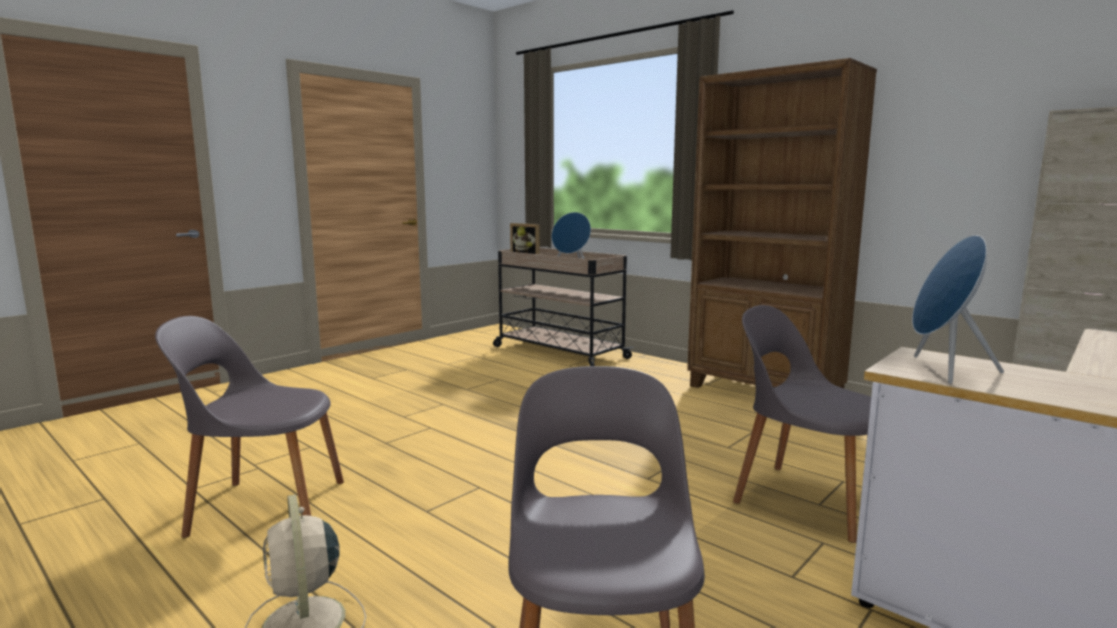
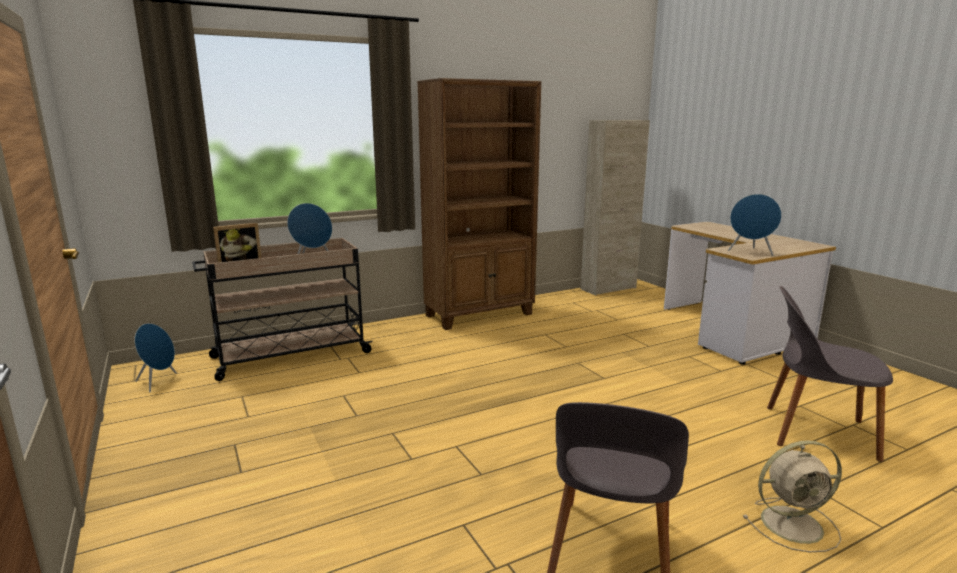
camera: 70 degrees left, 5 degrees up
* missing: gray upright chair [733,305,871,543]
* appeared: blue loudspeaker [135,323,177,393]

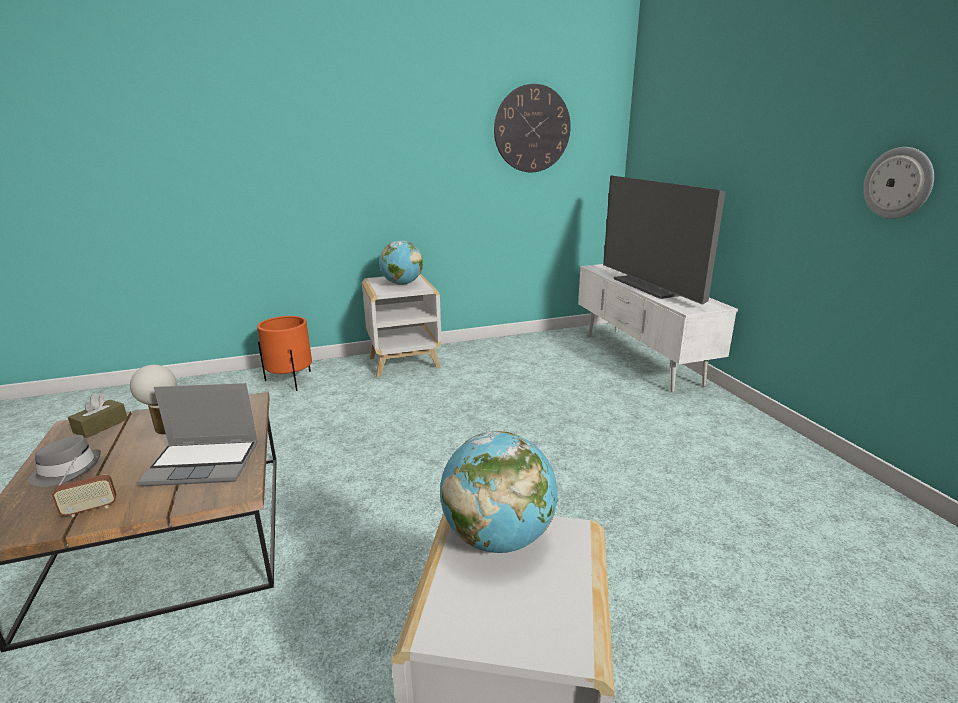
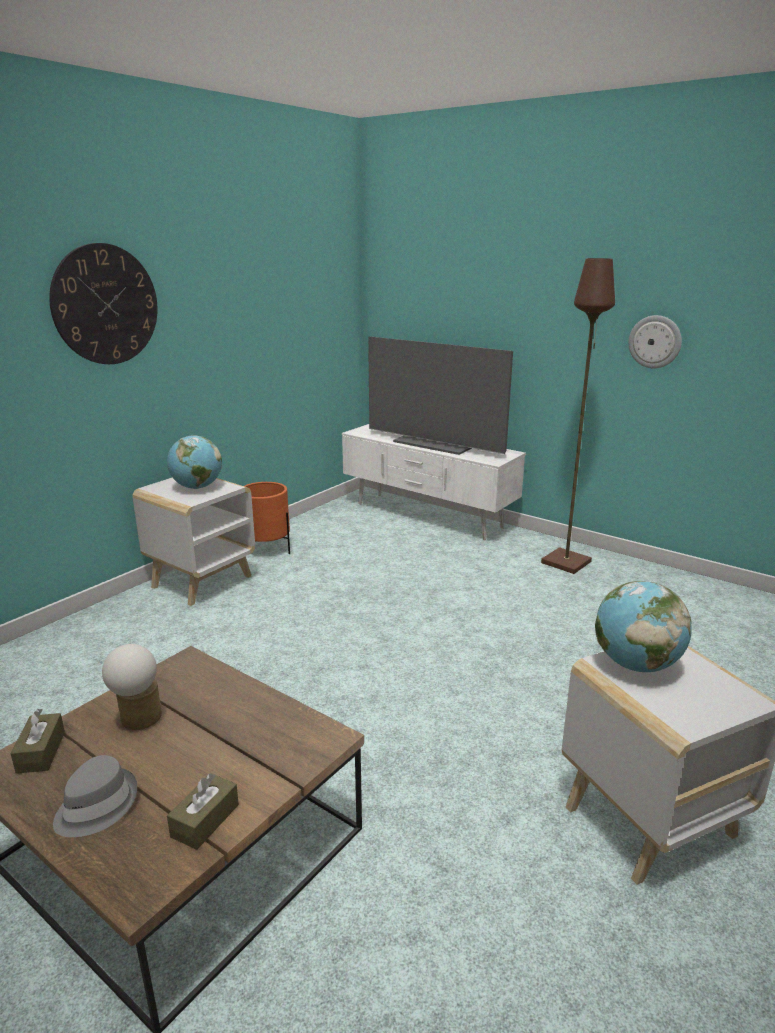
camera: 35 degrees left, 0 degrees up
* relocated: hanging clock [494,84,571,172] to [49,243,158,364]
* relocated: orange planter [257,316,312,391] to [245,482,290,554]
* missing: laptop [137,383,258,486]
* exchanged: radio set [52,457,116,518] to brown box of tissues [167,773,239,850]
* appeared: brown standard lamp [541,258,615,574]

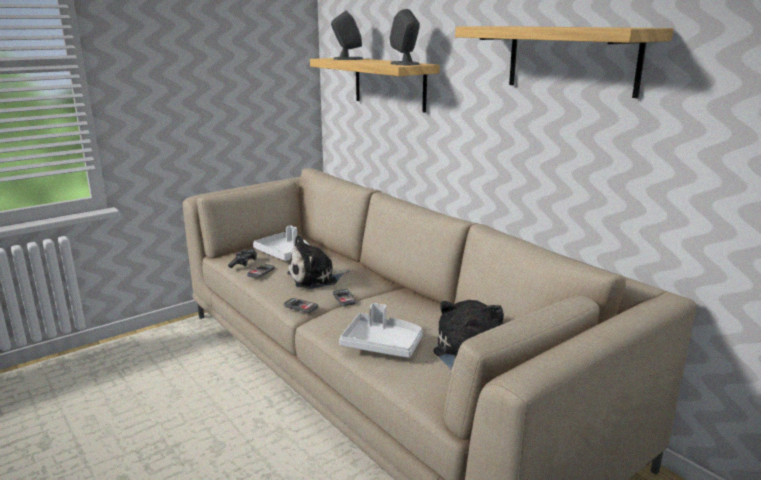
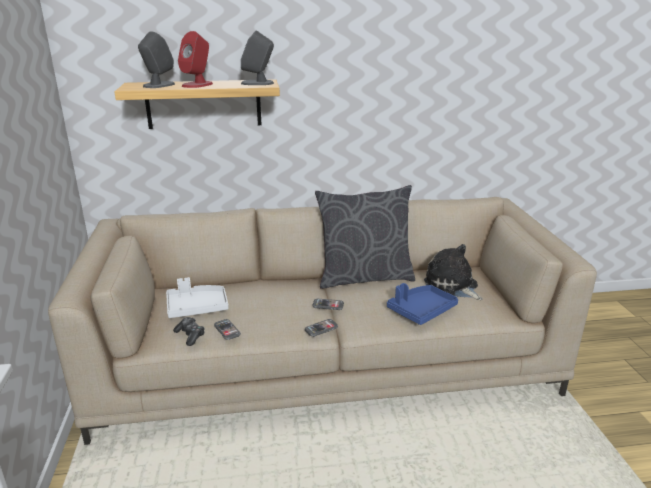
camera: 60 degrees left, 5 degrees up
* missing: shelf [455,26,673,98]
* missing: cuddly toy [287,235,349,289]
* colour: white carrying tray [339,303,423,358] to blue carrying tray [387,283,458,325]
* appeared: red-coloured loudspeaker [178,31,213,88]
* appeared: gray throw pillow [315,185,415,289]

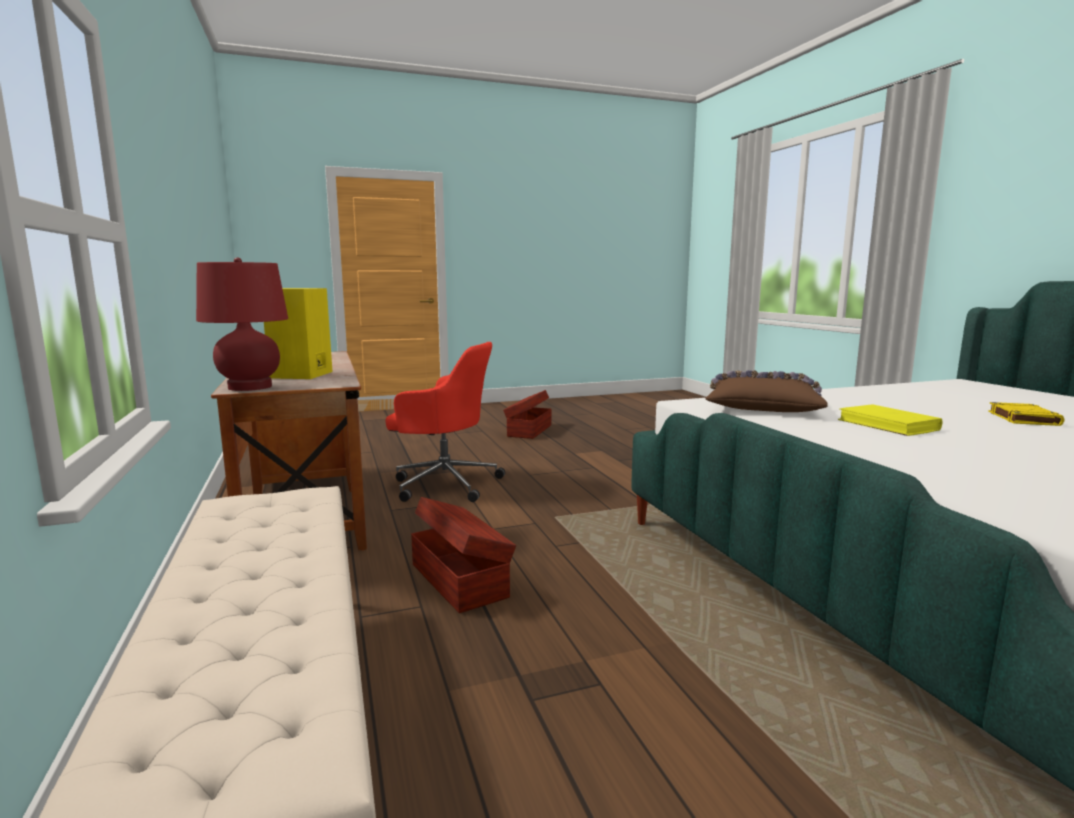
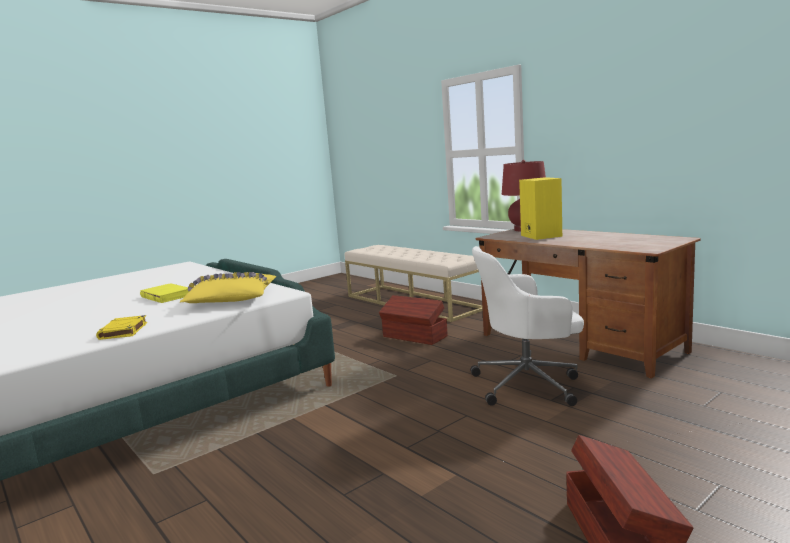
camera: 160 degrees right, 0 degrees up
* colour: red-coloured computer chair [385,342,505,502] to white computer chair [470,246,584,406]
* colour: brown throw pillow [705,370,828,412] to yellow throw pillow [180,272,276,303]
* relocated: yellow volume [988,402,1064,426] to [96,315,147,340]

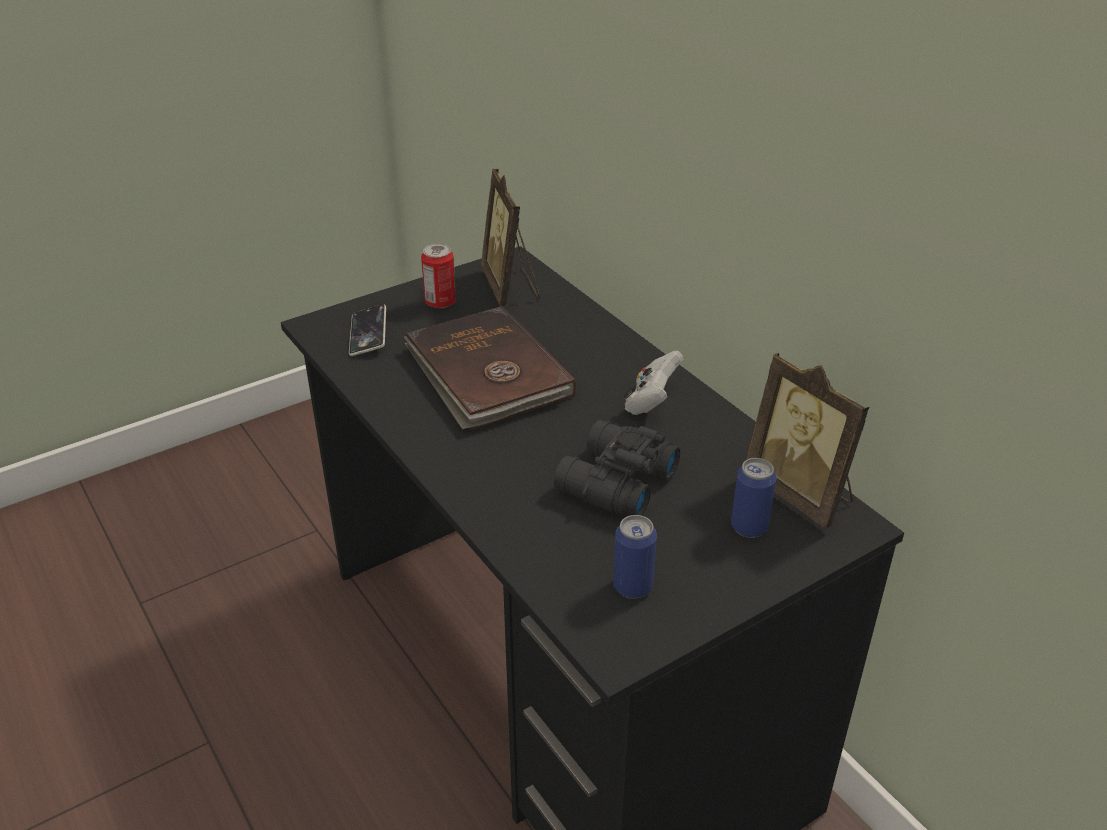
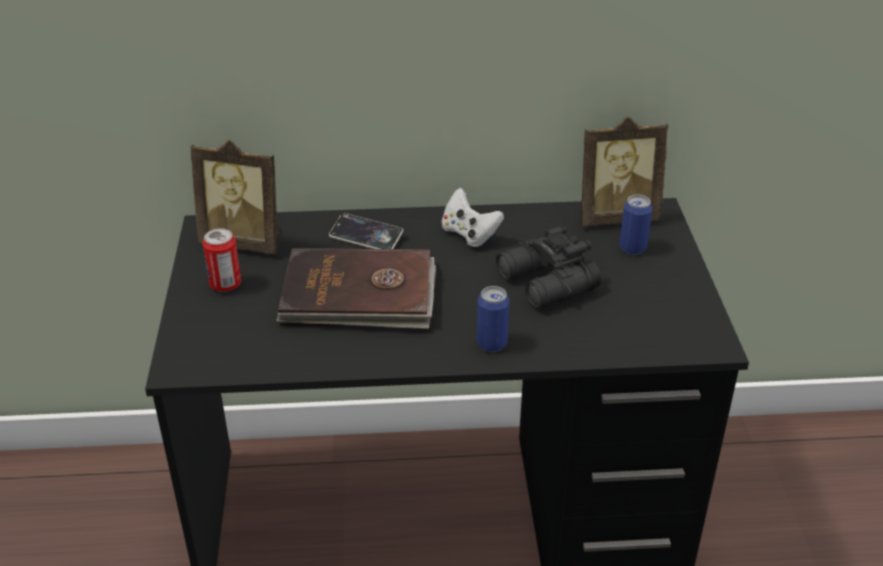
camera: 60 degrees left, 0 degrees up
* relocated: phone [349,305,386,356] to [329,213,403,249]
* relocated: sealed can [613,515,657,599] to [477,286,509,352]

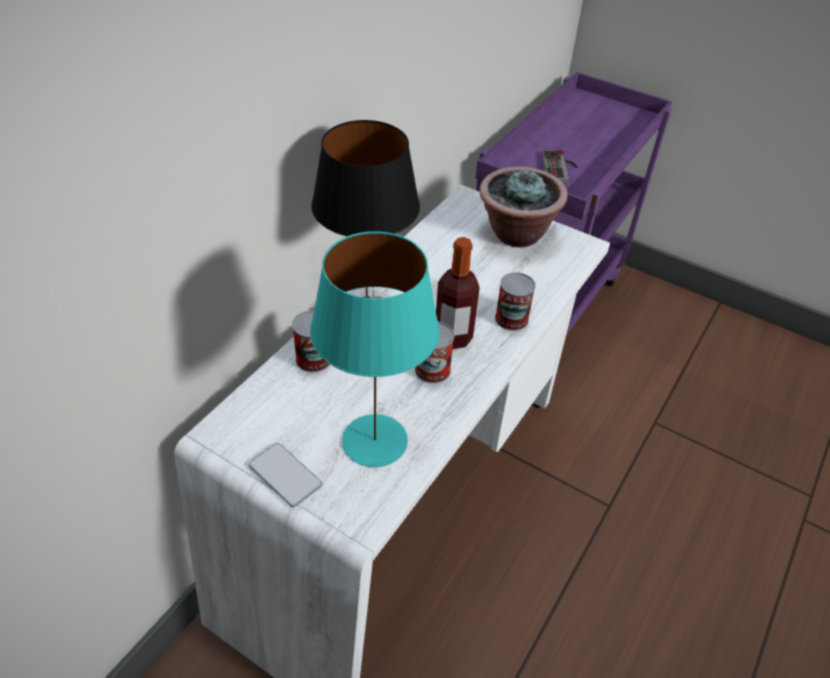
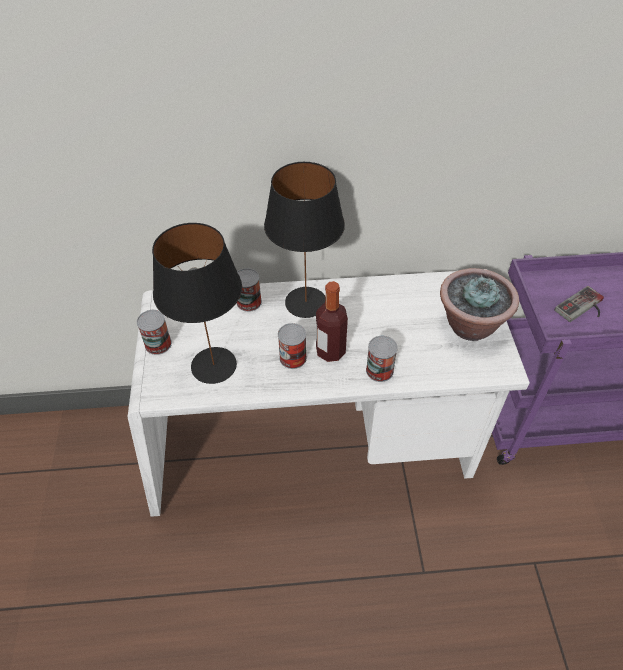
camera: 55 degrees right, 5 degrees up
* colour: blue-green tabletop lamp [310,231,440,467] to black tabletop lamp [152,223,242,384]
* exchanged: phone [249,443,322,507] to sealed can [137,310,172,355]

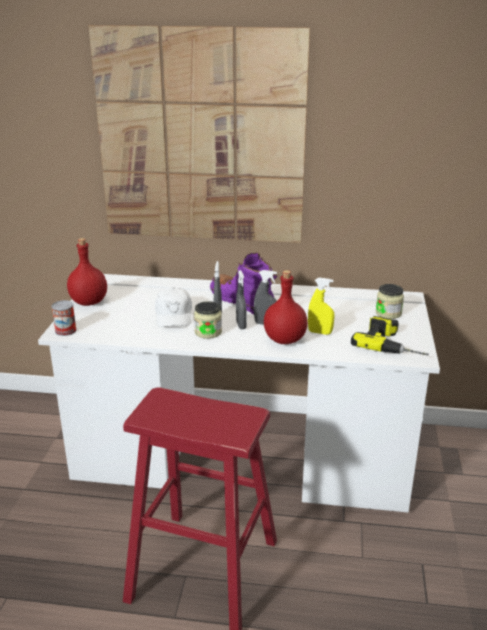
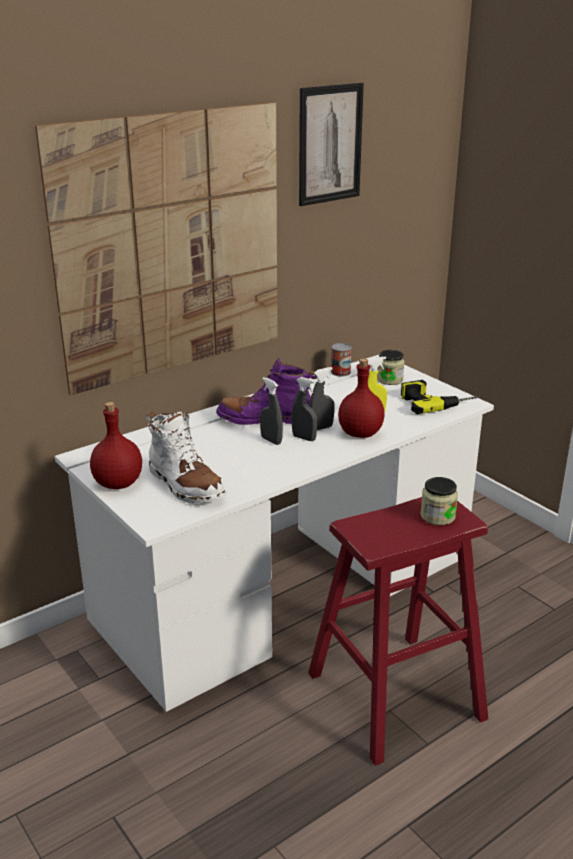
camera: 45 degrees left, 0 degrees up
* missing: white baseball cap [155,287,192,327]
* relocated: sealed can [51,300,77,336] to [331,343,352,377]
* relocated: jar [194,301,222,339] to [420,477,458,525]
* appeared: wall picture [299,83,364,206]
* appeared: white high-top boot [146,412,227,504]

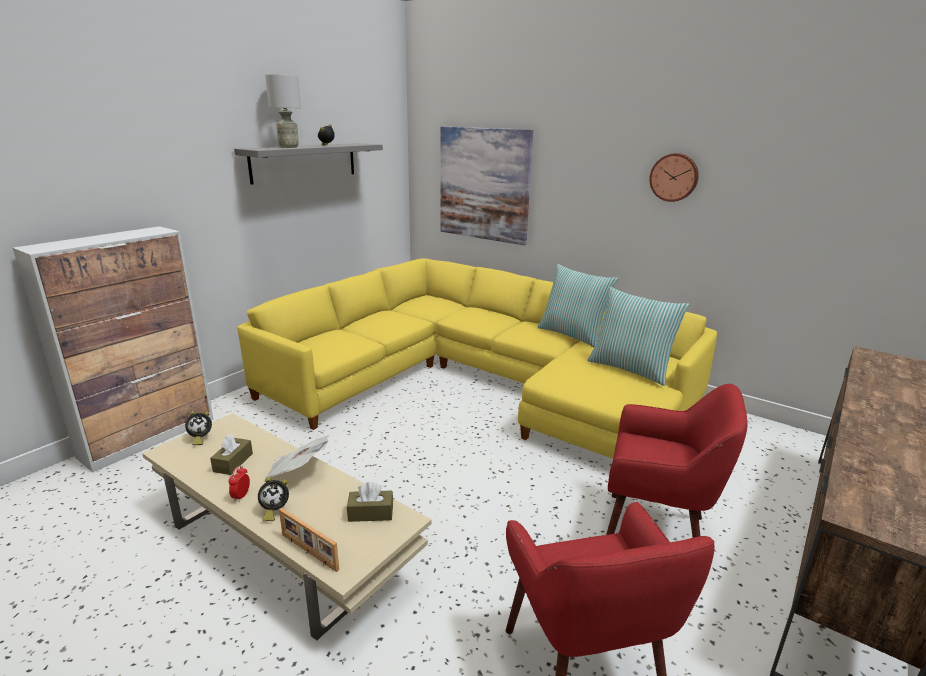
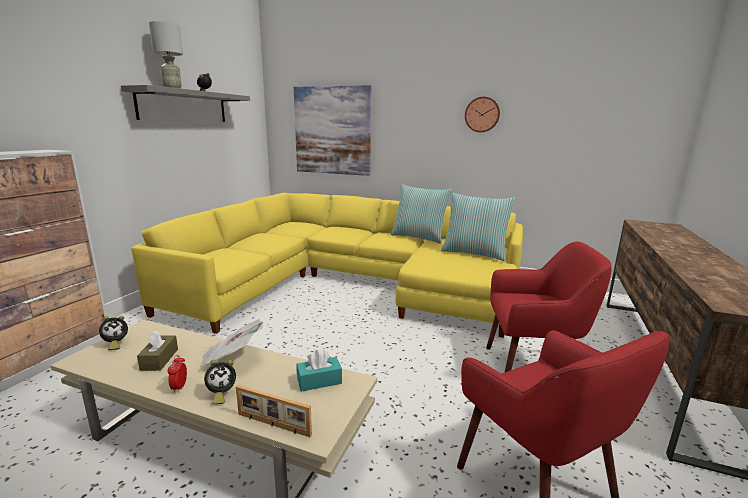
camera: 15 degrees left, 5 degrees down
* colour: brown box of tissues [347,482,393,522] to blue-green box of tissues [297,349,342,392]

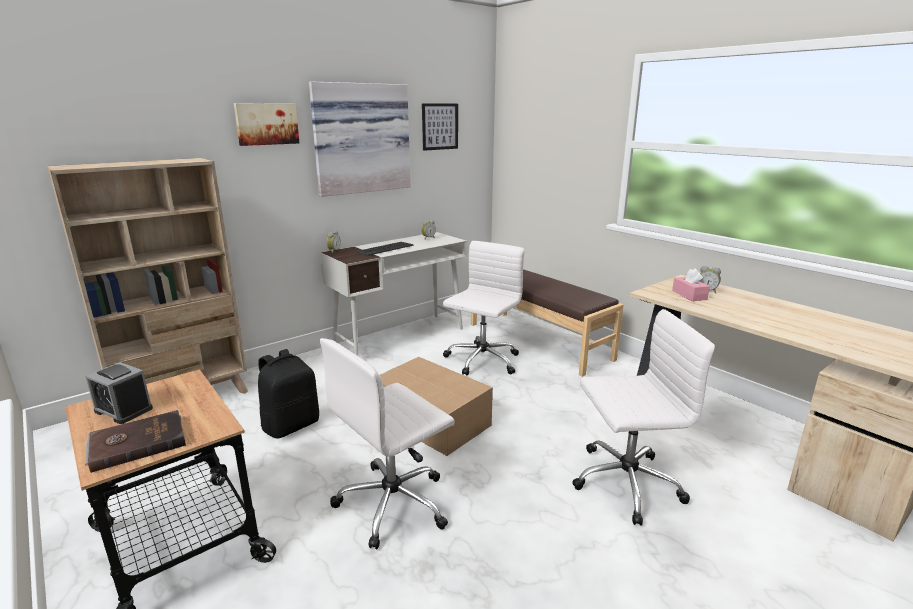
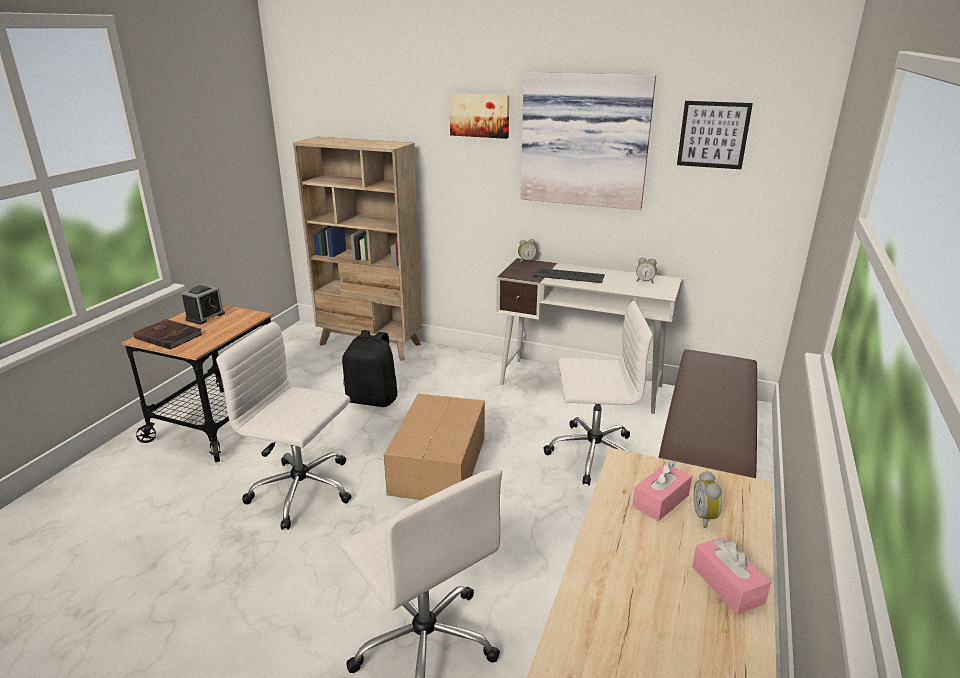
camera: 60 degrees right, 5 degrees up
* spun: alarm clock [85,362,153,424] = [182,285,225,325] 150 degrees counterclockwise
* appeared: pink-coloured box of tissues [692,537,771,615]

